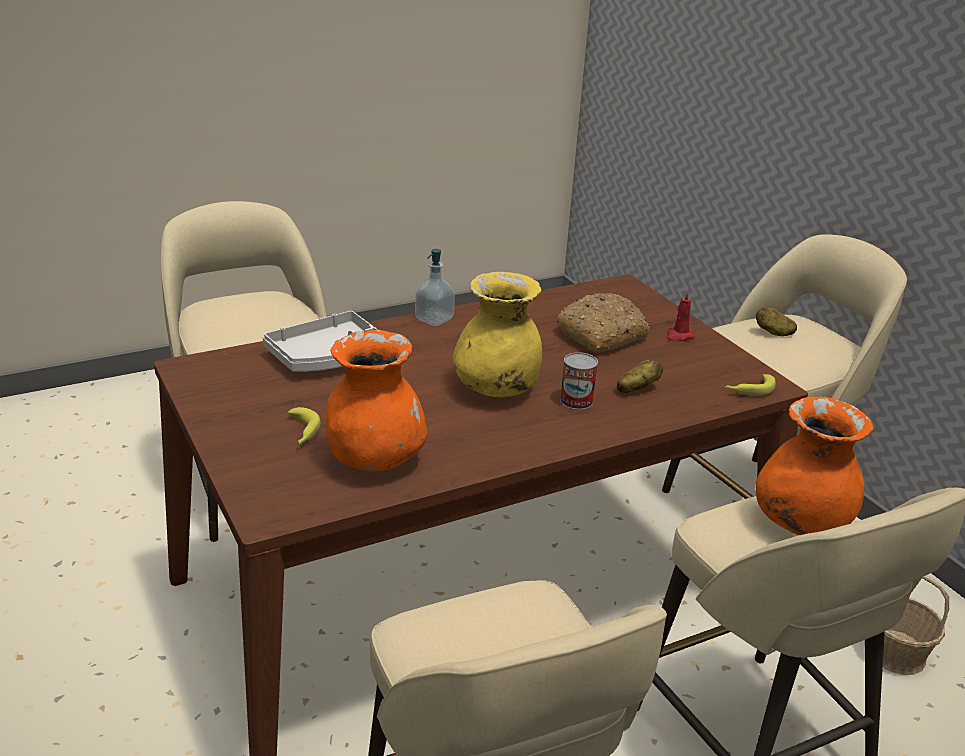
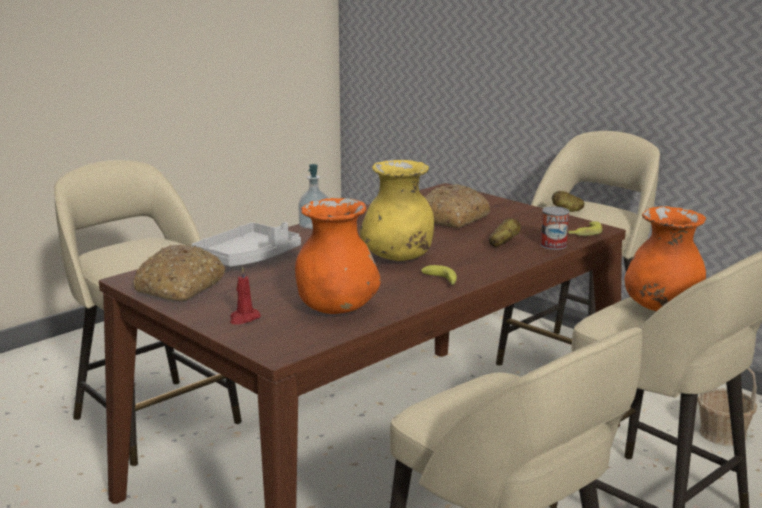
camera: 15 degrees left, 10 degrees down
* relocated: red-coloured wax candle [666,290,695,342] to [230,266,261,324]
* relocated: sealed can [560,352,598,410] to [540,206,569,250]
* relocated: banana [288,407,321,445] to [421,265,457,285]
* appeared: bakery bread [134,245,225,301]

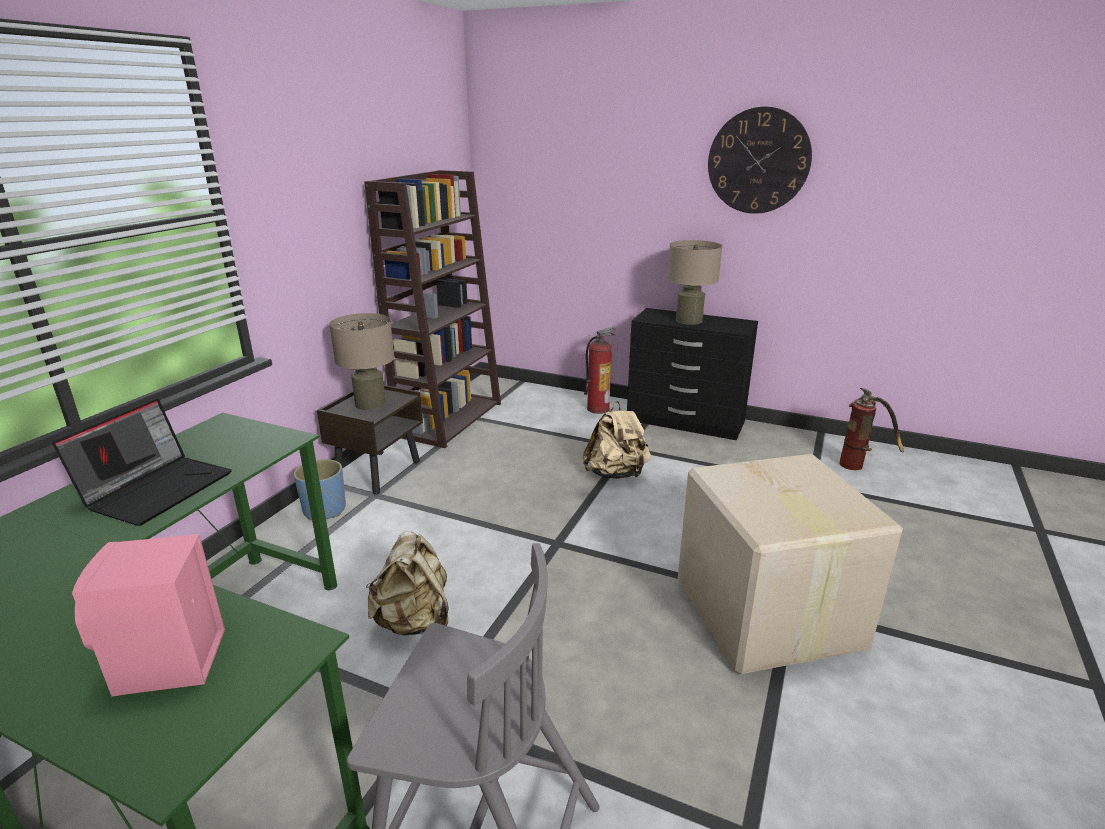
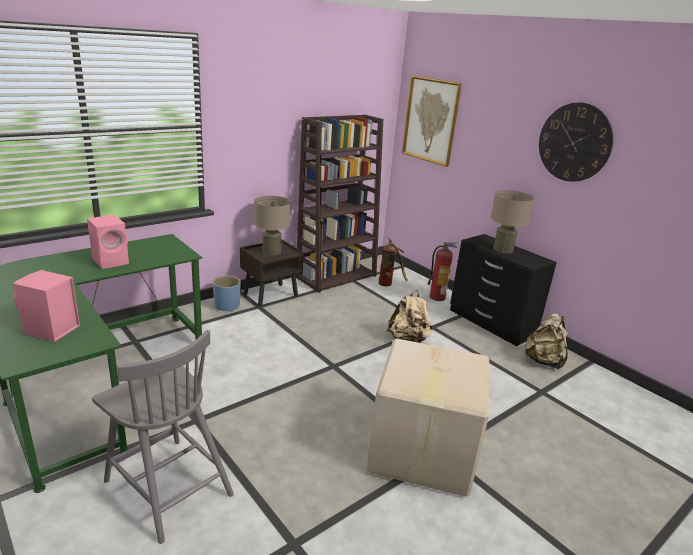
camera: 25 degrees right, 0 degrees up
* relocated: fire extinguisher [839,388,904,470] to [379,237,408,287]
* exchanged: laptop [52,399,232,526] to pink-coloured loudspeaker [87,214,129,269]
* relocated: beige-coloured knapsack [366,531,449,635] to [523,314,568,370]
* appeared: wall picture [402,76,462,167]

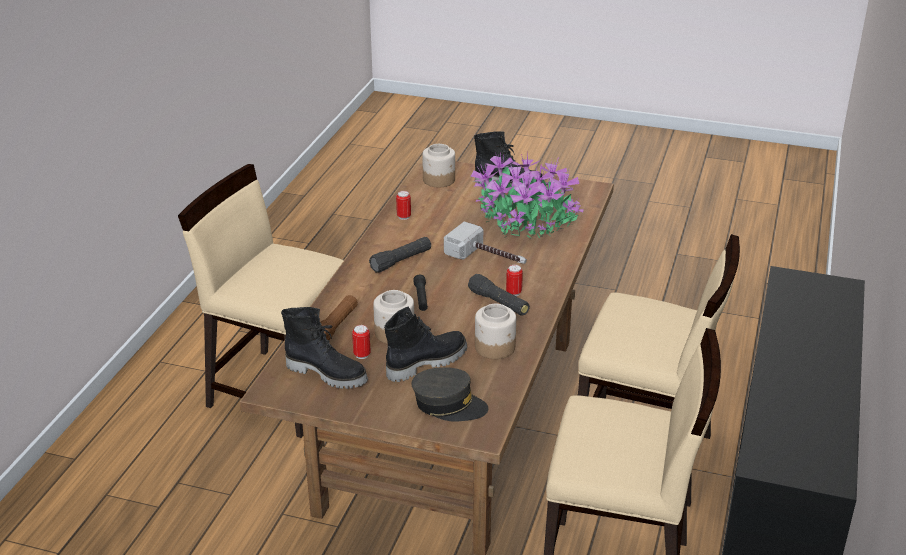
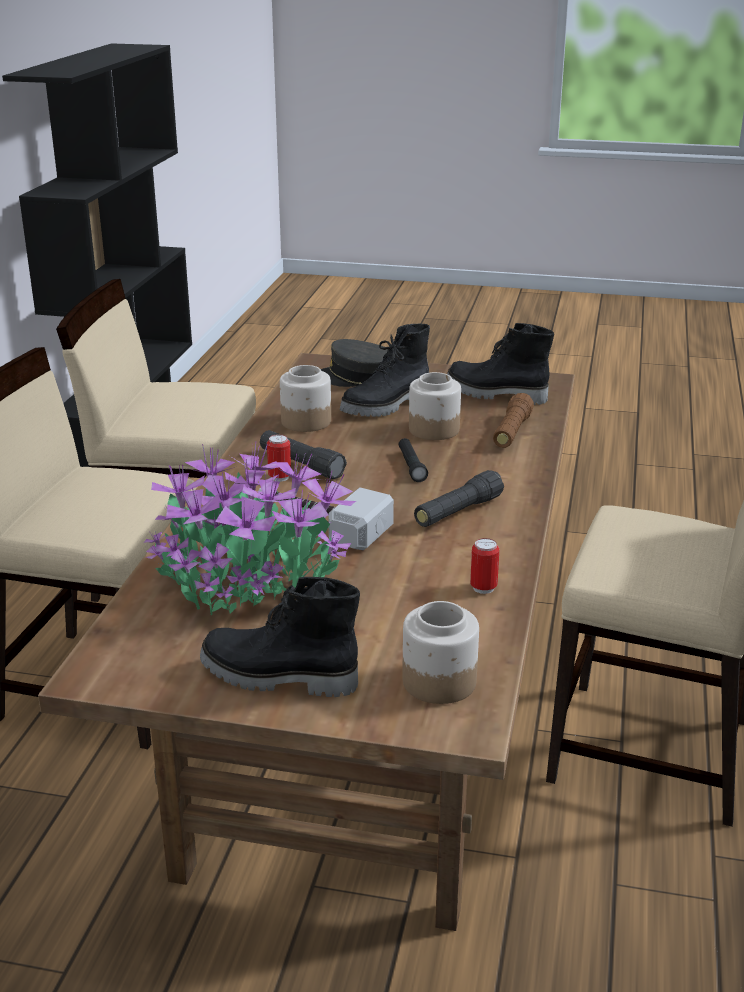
camera: 175 degrees right, 5 degrees down
* missing: sealed can [352,325,371,359]

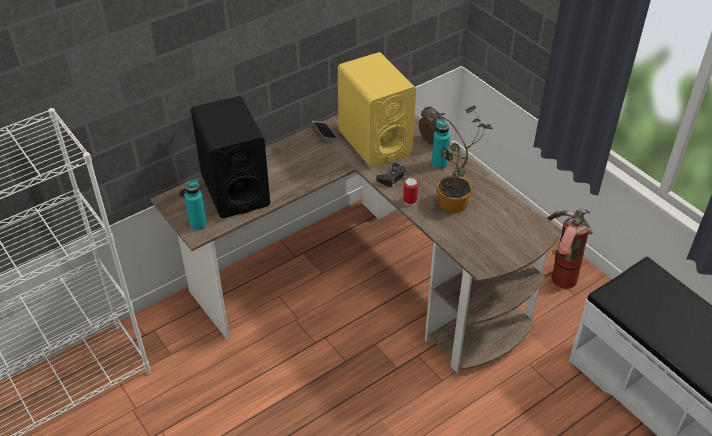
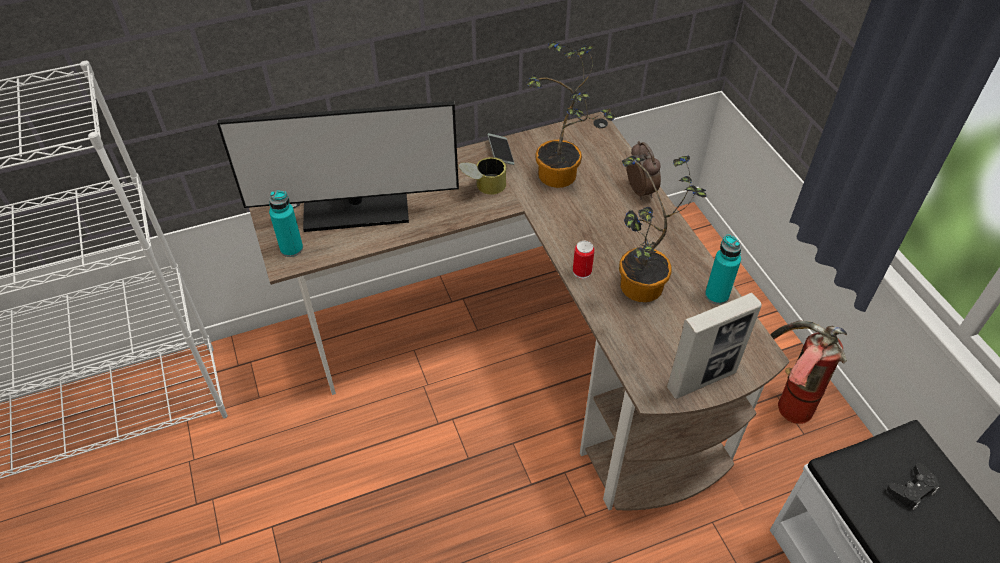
camera: 15 degrees right, 5 degrees up
* exchanged: yellow loudspeaker [338,52,416,168] to houseplant [526,42,615,188]
* exchanged: black loudspeaker [191,96,270,218] to monitor [217,101,459,232]
* relocated: blue-green drink bottle [432,119,450,169] to [705,234,741,305]
* relocated: black joypad [376,163,406,188] to [887,463,940,510]
* appeared: sealed can [458,157,506,195]
* appeared: standing frame [667,293,762,399]

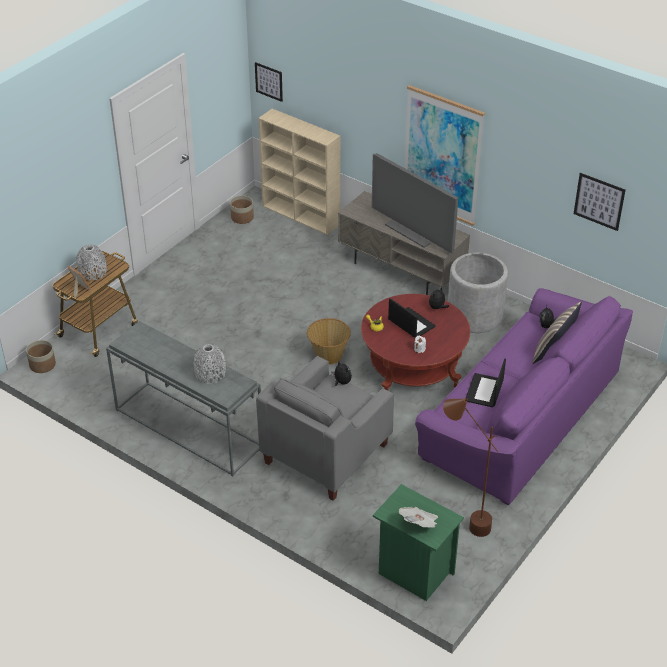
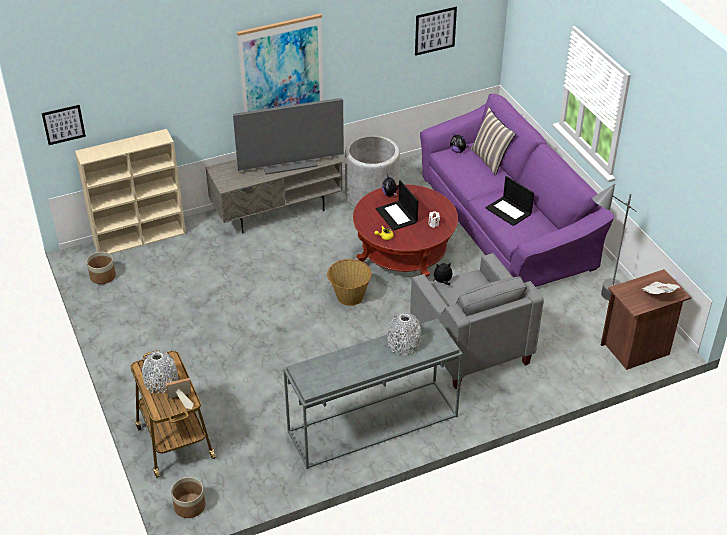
camera: 60 degrees left, 0 degrees up
* spun: laptop [388,298,436,338] = [376,180,418,231] 105 degrees counterclockwise
* colour: brown standard lamp [443,399,498,537] to gray standard lamp [592,184,637,300]
* colour: green-coloured bedside table [373,484,464,601] to brown bedside table [601,269,691,370]

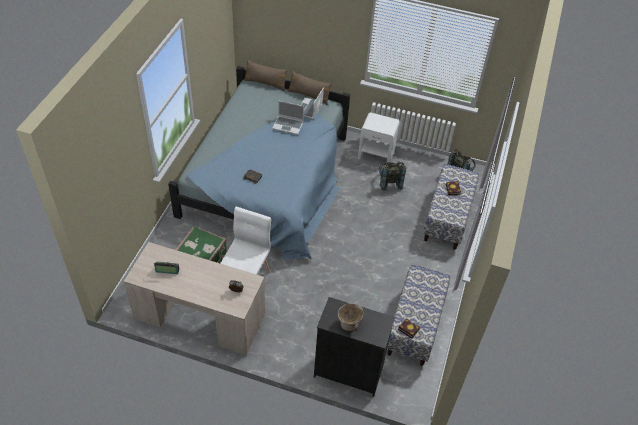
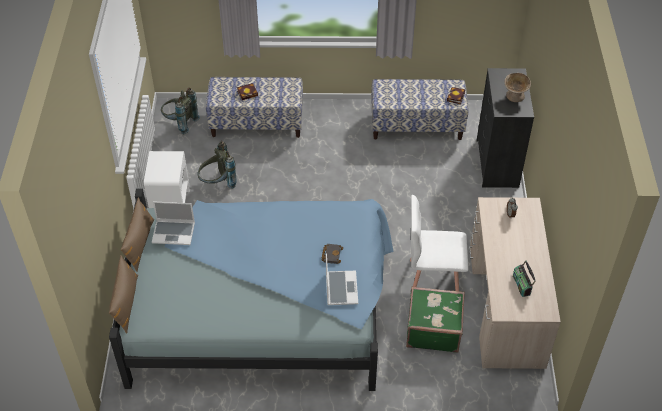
camera: 105 degrees left, 0 degrees up
* relocated: laptop [272,100,304,135] to [326,253,358,305]

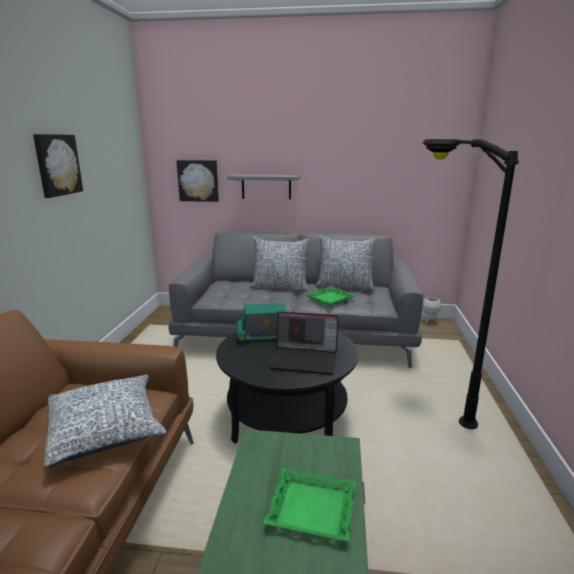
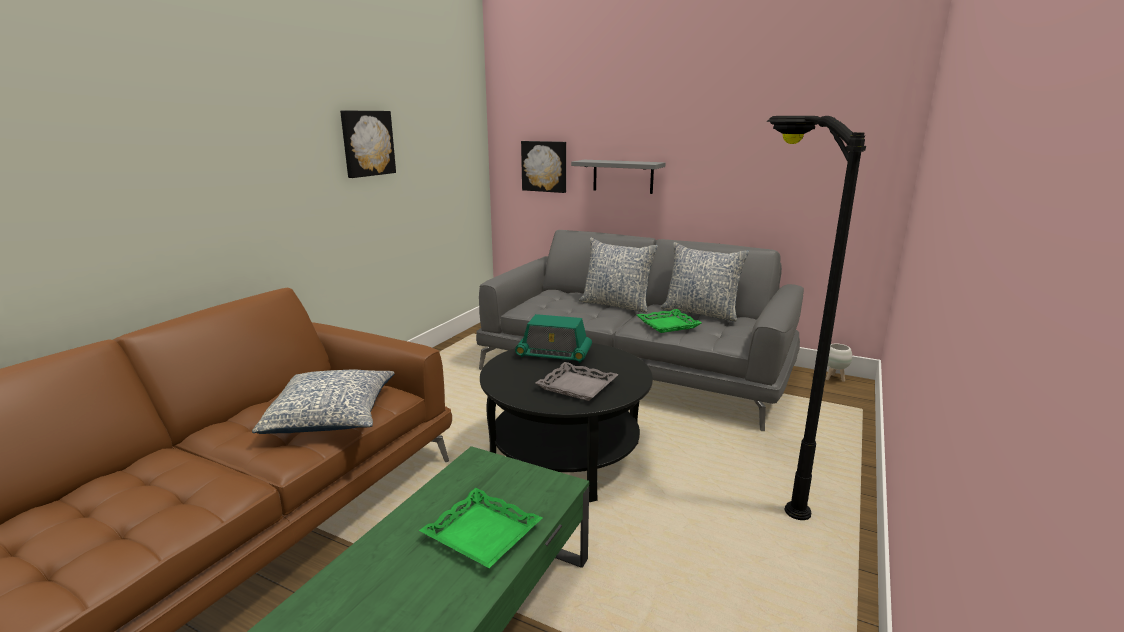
camera: 20 degrees right, 0 degrees up
* exchanged: laptop [269,312,339,375] to gray carrying tray [536,362,618,401]

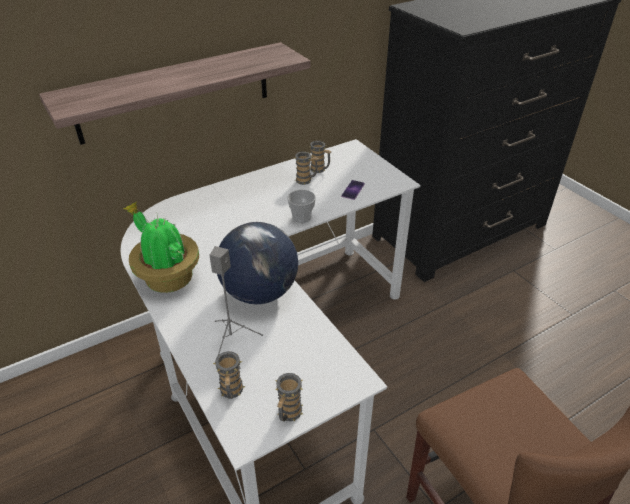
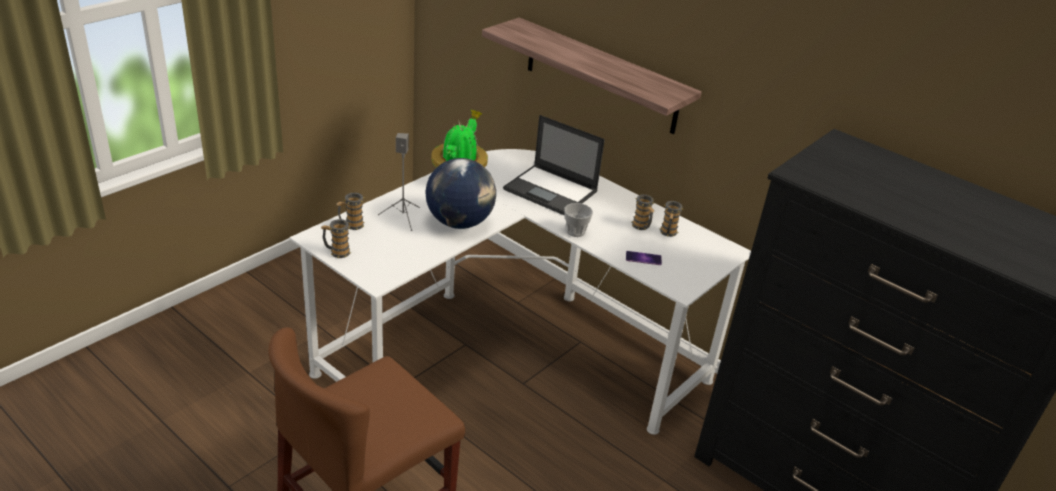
camera: 70 degrees right, 5 degrees down
* appeared: laptop [503,115,605,216]

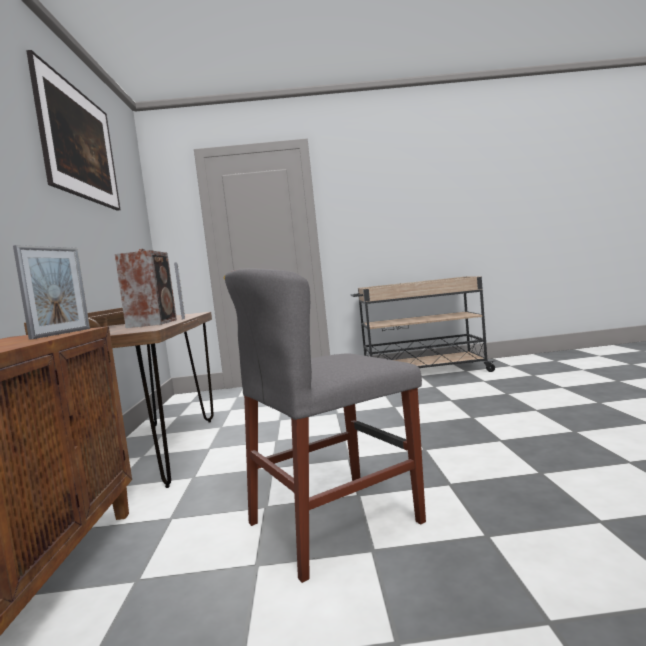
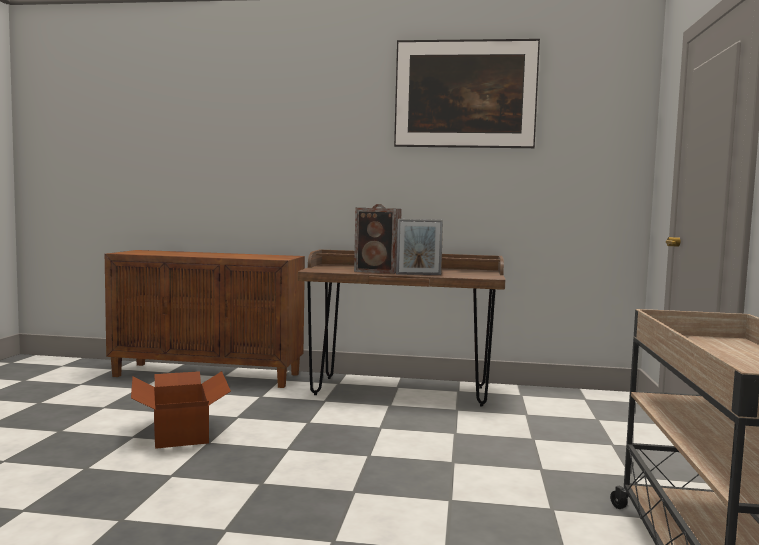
camera: 100 degrees right, 0 degrees up
* missing: standing frame [13,245,90,340]
* exchanged: gray upright chair [225,268,426,583] to packing box [131,371,231,449]

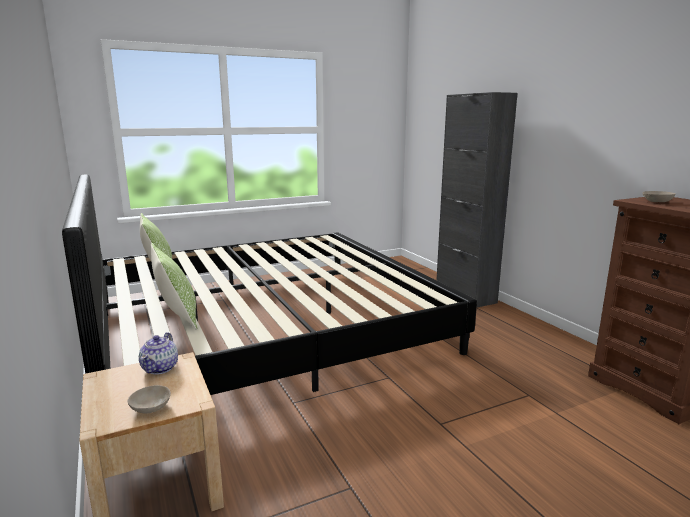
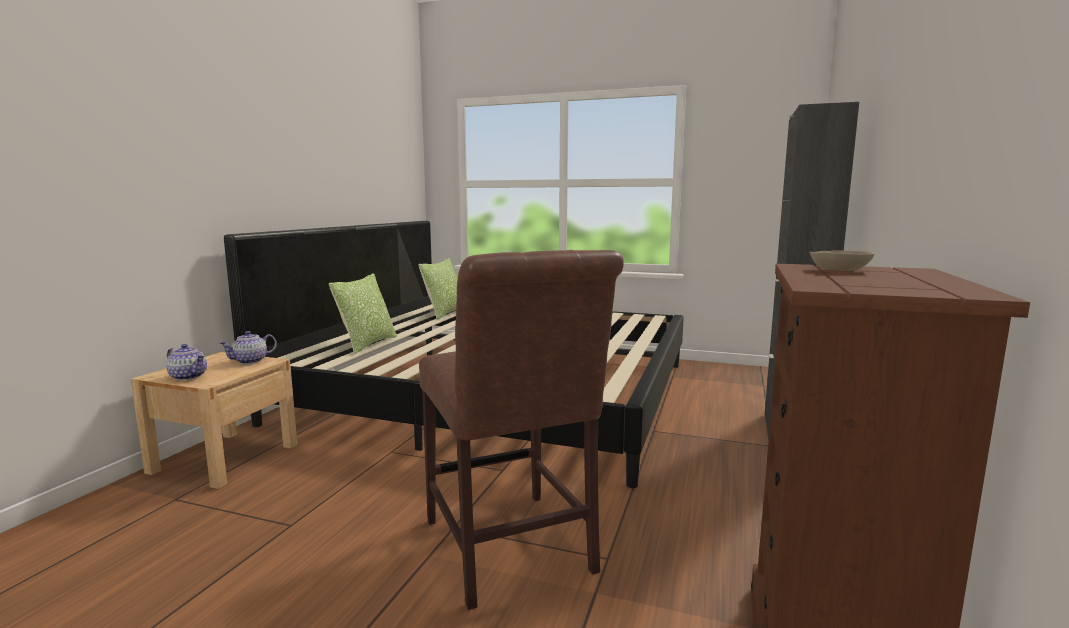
camera: 45 degrees right, 5 degrees down
* exchanged: beige-coloured bowl [128,385,171,414] to pot for tea [166,344,207,381]
* appeared: brown upright chair [419,250,624,610]

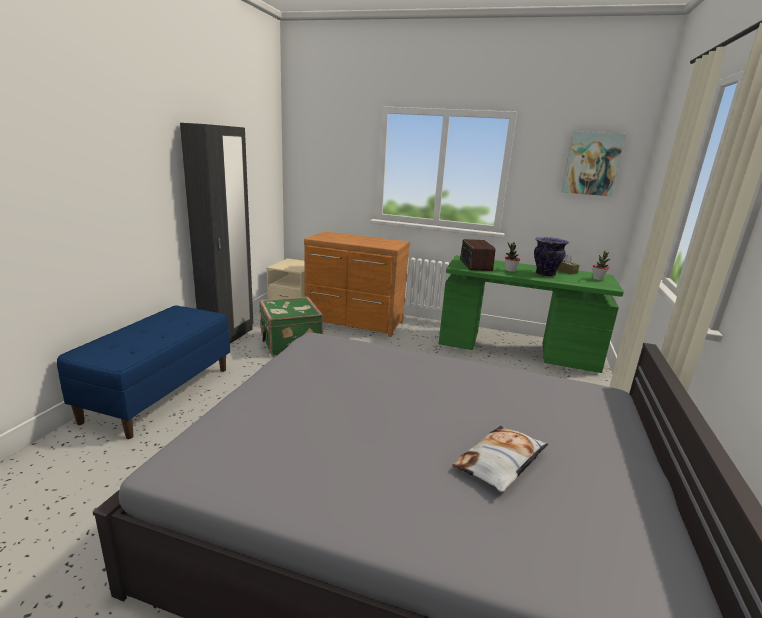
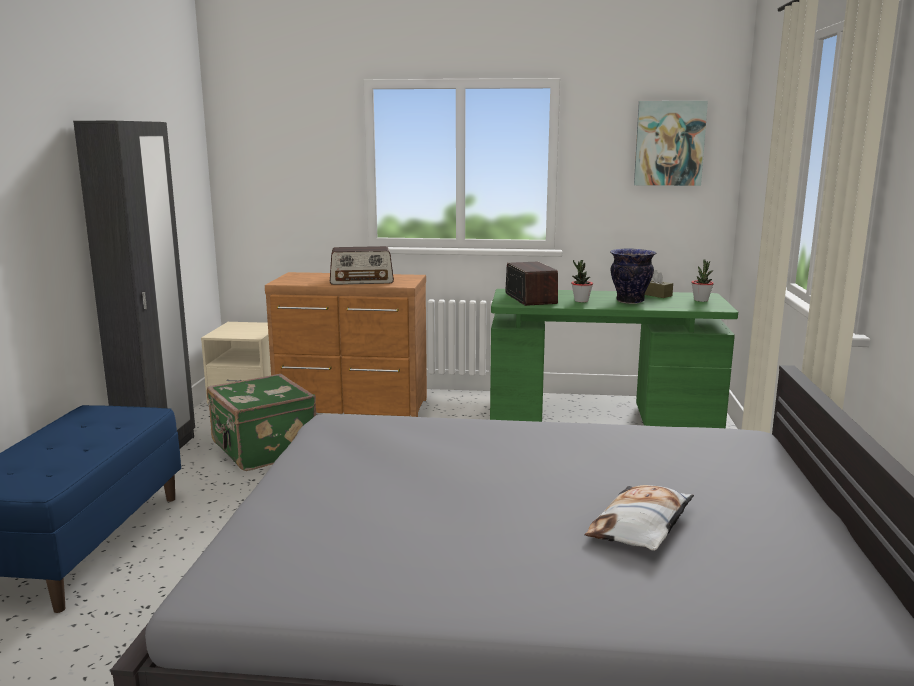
camera: 10 degrees left, 5 degrees down
* appeared: radio set [330,246,394,285]

